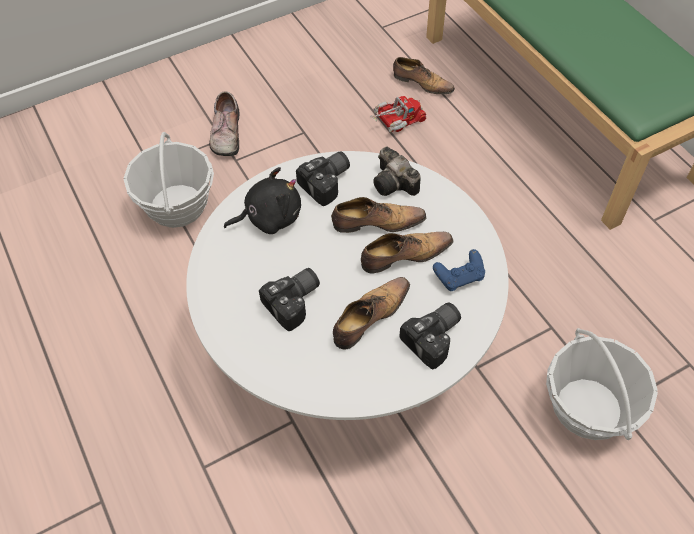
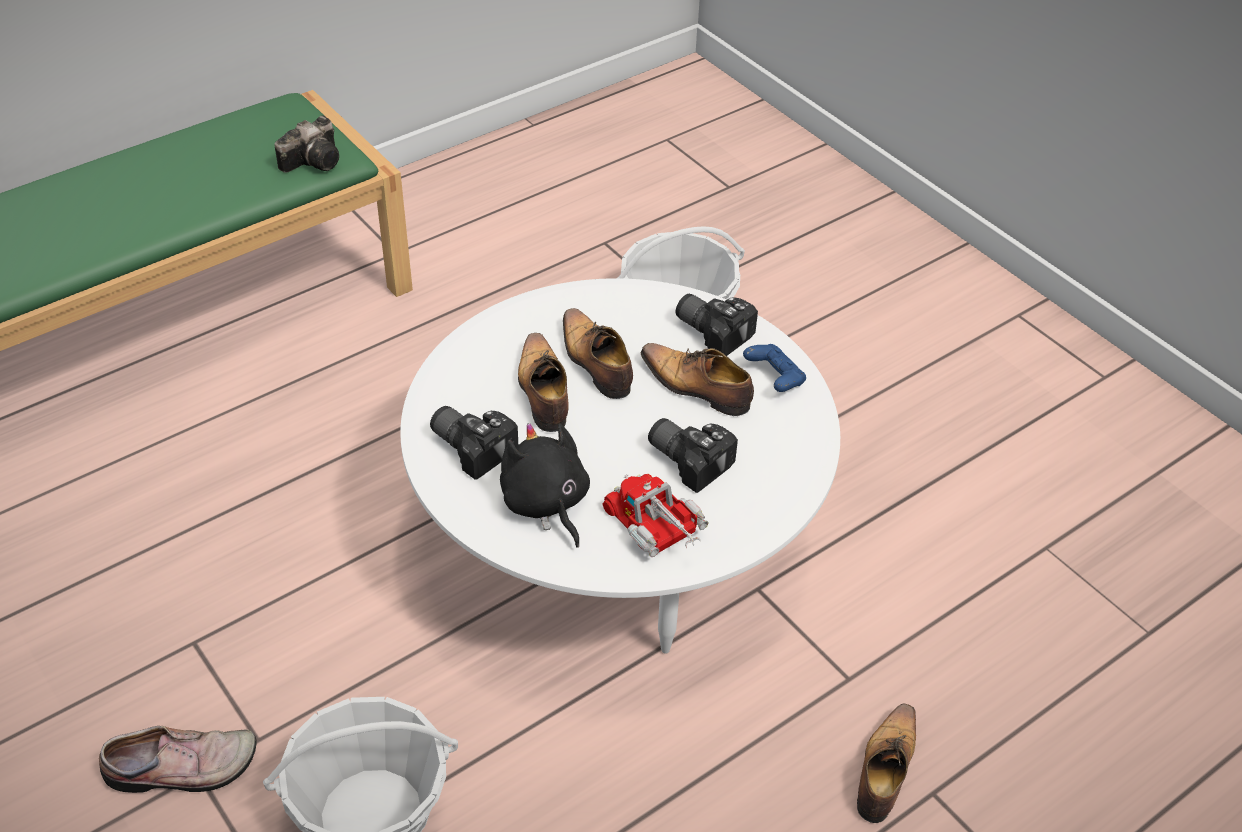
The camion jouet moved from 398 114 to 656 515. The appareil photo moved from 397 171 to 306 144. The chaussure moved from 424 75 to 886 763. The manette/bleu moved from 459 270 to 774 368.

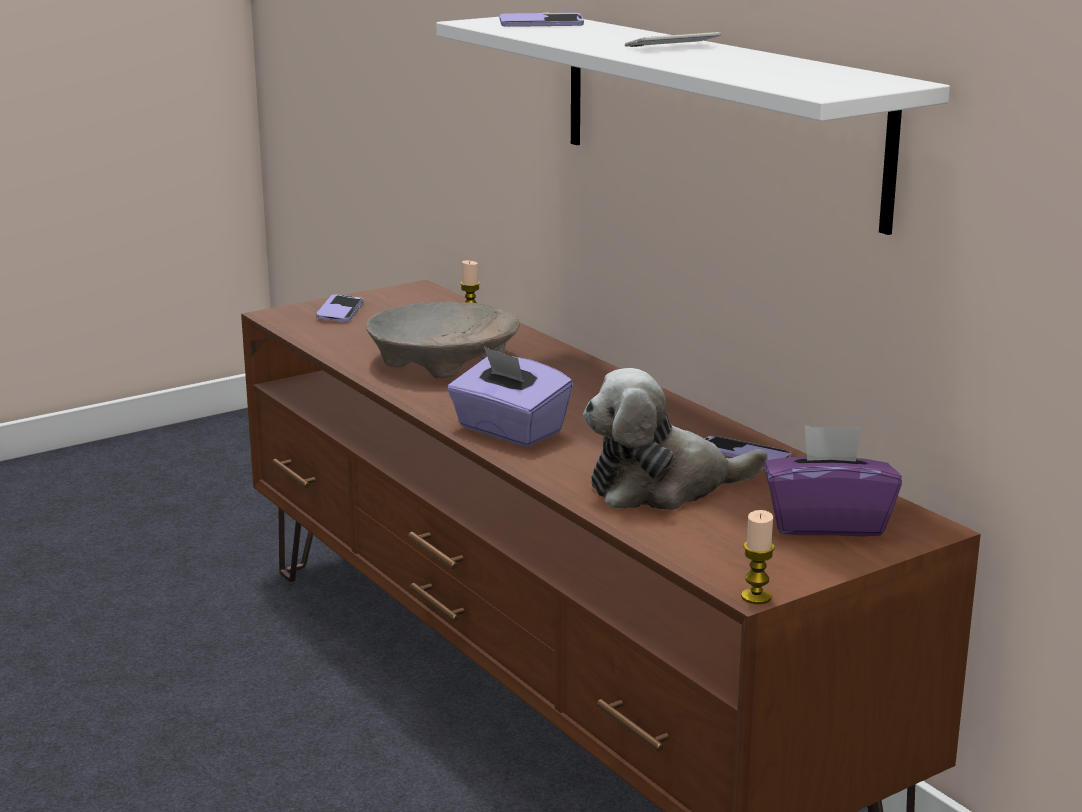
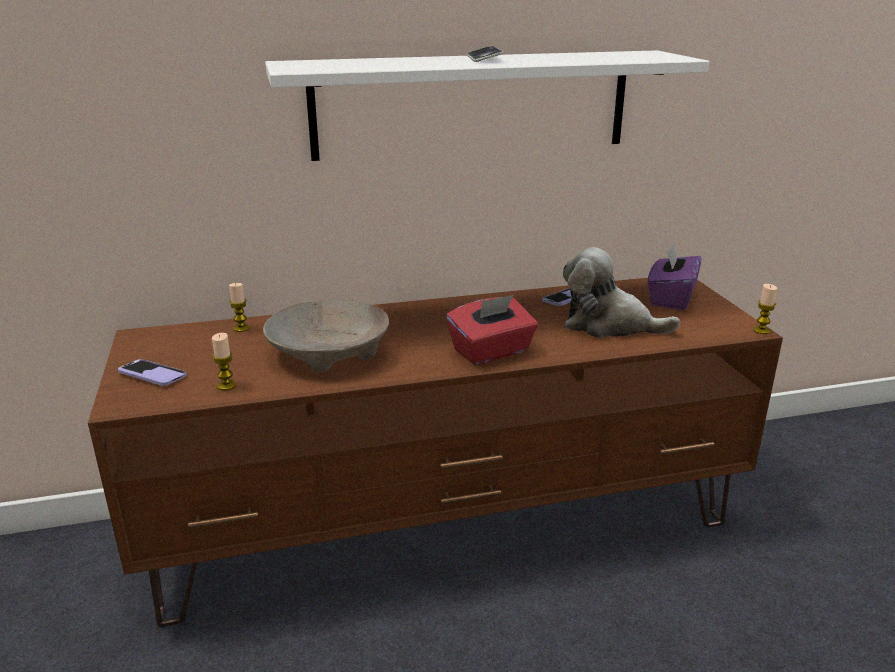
The téléphone at 542 20 disappeared. The bougie at 224 362 appeared. The boîte à mouchoirs/violet at 510 397 became the boîte à mouchoirs/rouge at 492 330. The peluche at 675 439 turned 105 degrees clockwise.

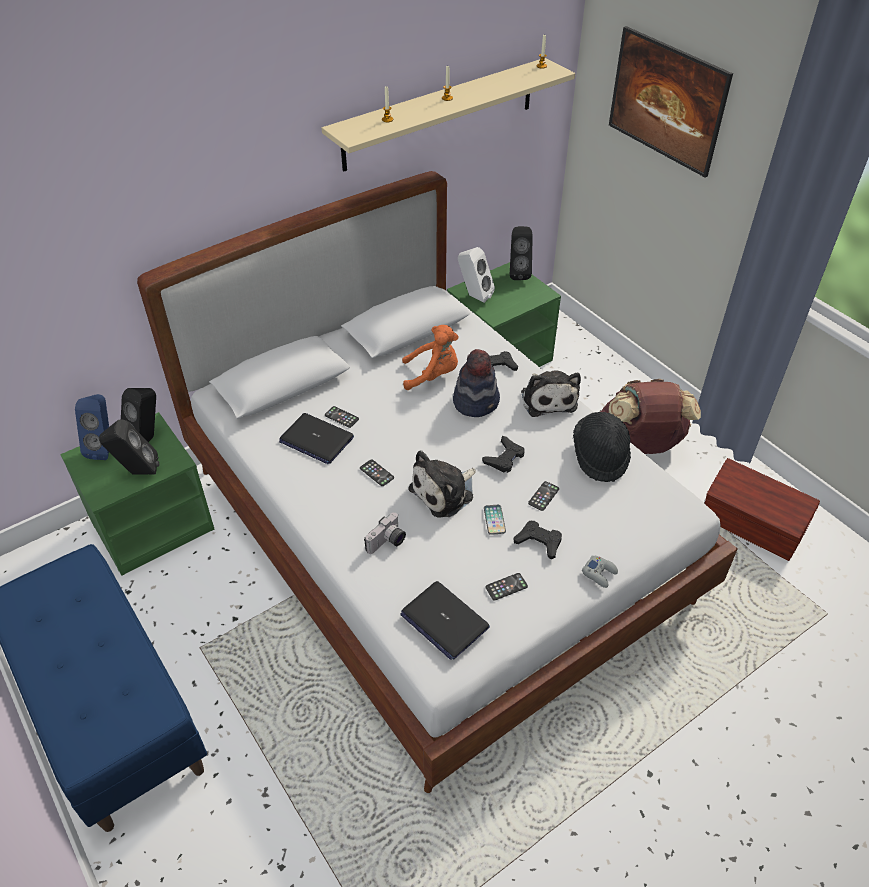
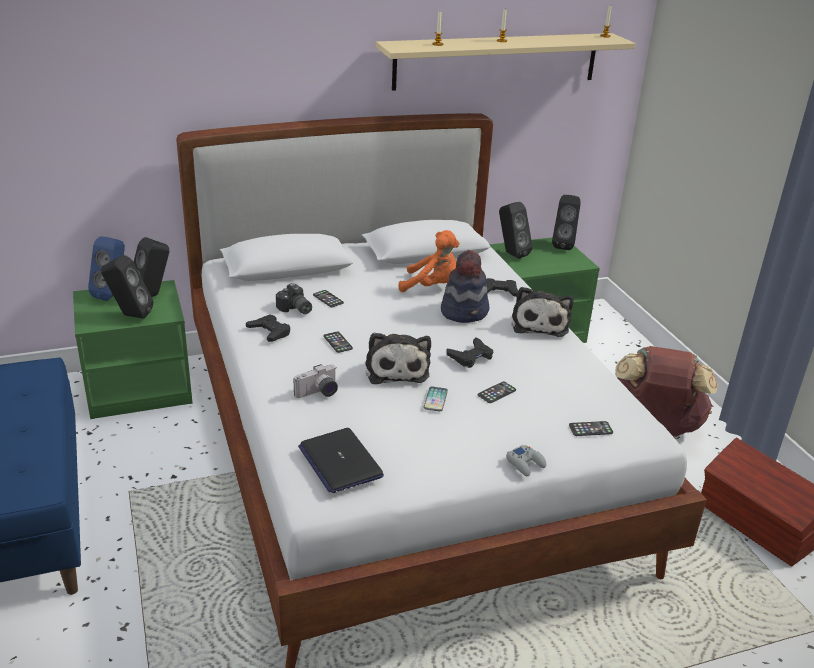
The chapeau/noir at 602 447 disappeared. The tableau at 671 101 disappeared. The téléphone moved from 507 587 to 591 428. The manette/noir moved from 538 540 to 268 328. The ordinateur portable at 316 438 was replaced by the appareil photo at 294 298. The enceinte/blanc at 476 275 became the enceinte/noir at 516 230. The peluche at 442 483 turned 75 degrees counterclockwise.

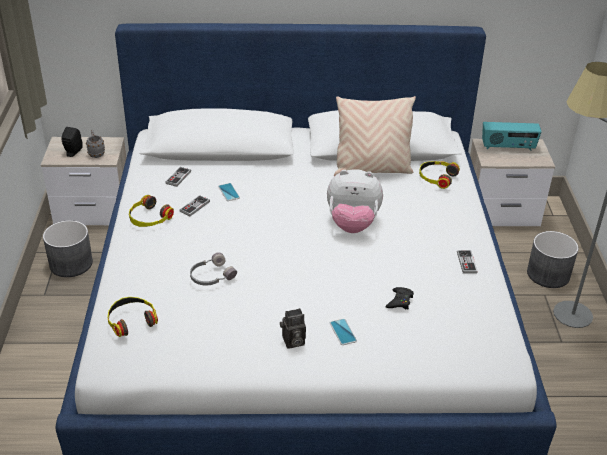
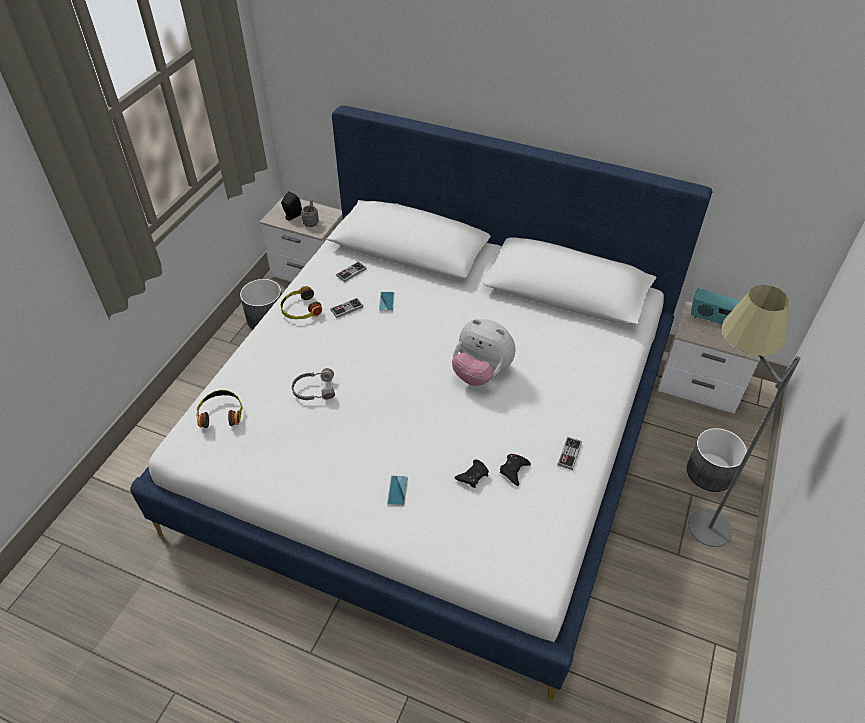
The appareil photo at 293 328 disappeared. The coussin/beige at 375 136 disappeared. The casque audio at 439 175 disappeared. The manette/noir at 515 470 appeared.

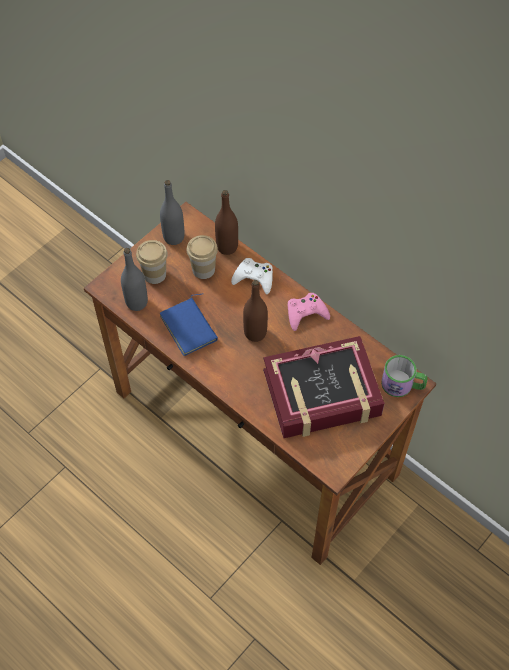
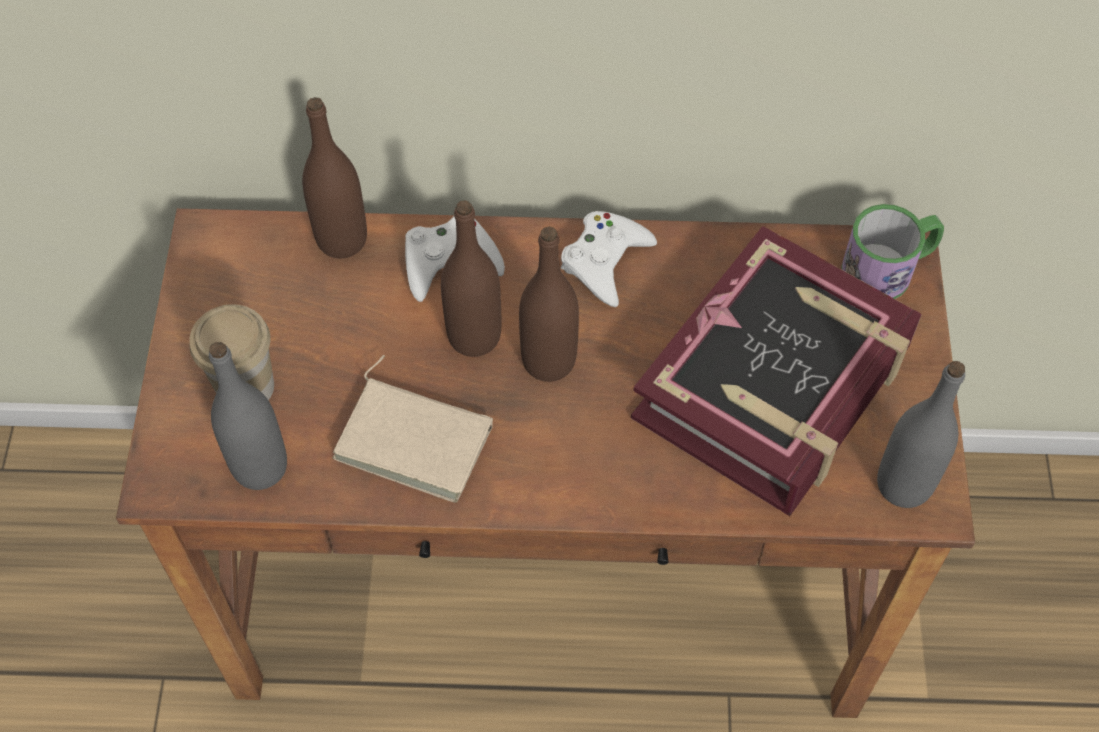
The tasse at 202 257 disappeared. The bouteille/marron at 471 278 appeared. The bouteille/gris moved from 172 212 to 921 434. The livre/bleu at 189 325 became the livre/beige at 413 429. The manette/rose at 309 312 became the manette/blanc at 609 259.

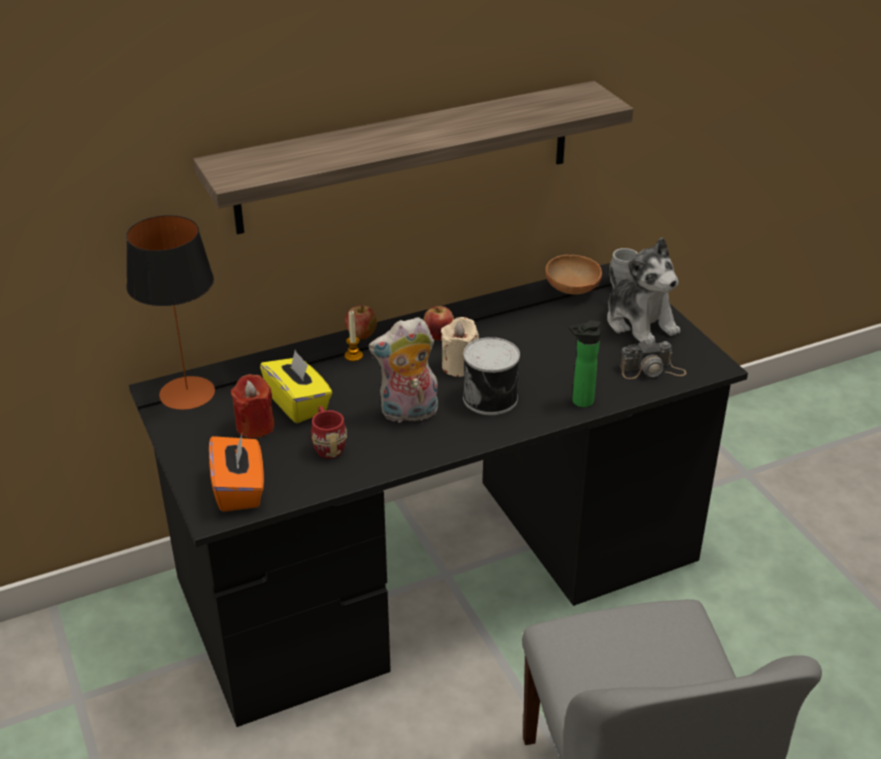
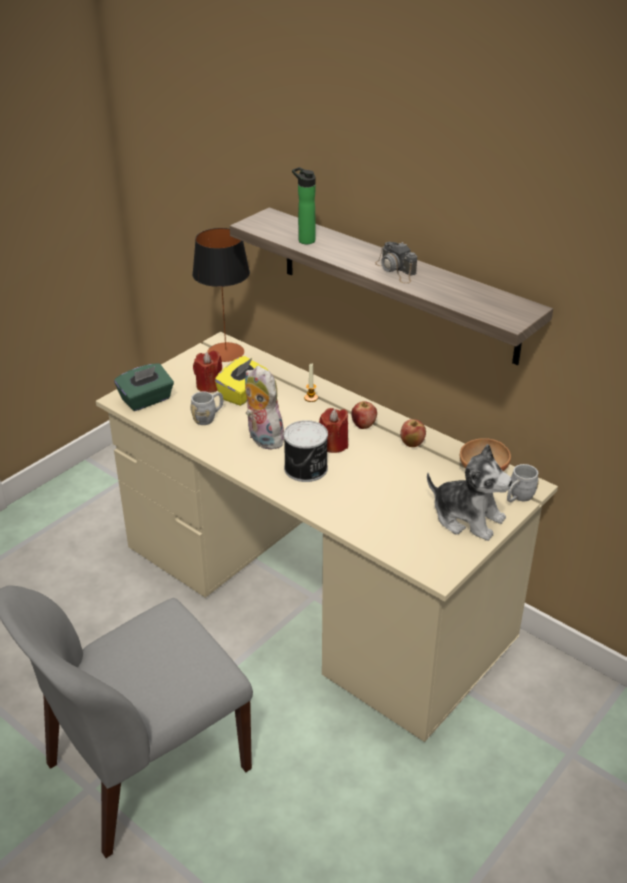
The pomme moved from 361 322 to 413 433. The bouteille moved from 585 364 to 303 205. The appareil photo moved from 653 358 to 396 263. The bureau/noir at 438 495 became the bureau/beige at 327 537. The boîte à mouchoirs/orange at 236 473 became the boîte à mouchoirs/vert at 144 387. The mug/rouge at 329 432 became the mug/gris at 206 408. The bougie/beige at 460 347 became the bougie/rouge at 333 430. The peluche at 643 289 turned 90 degrees counterclockwise.

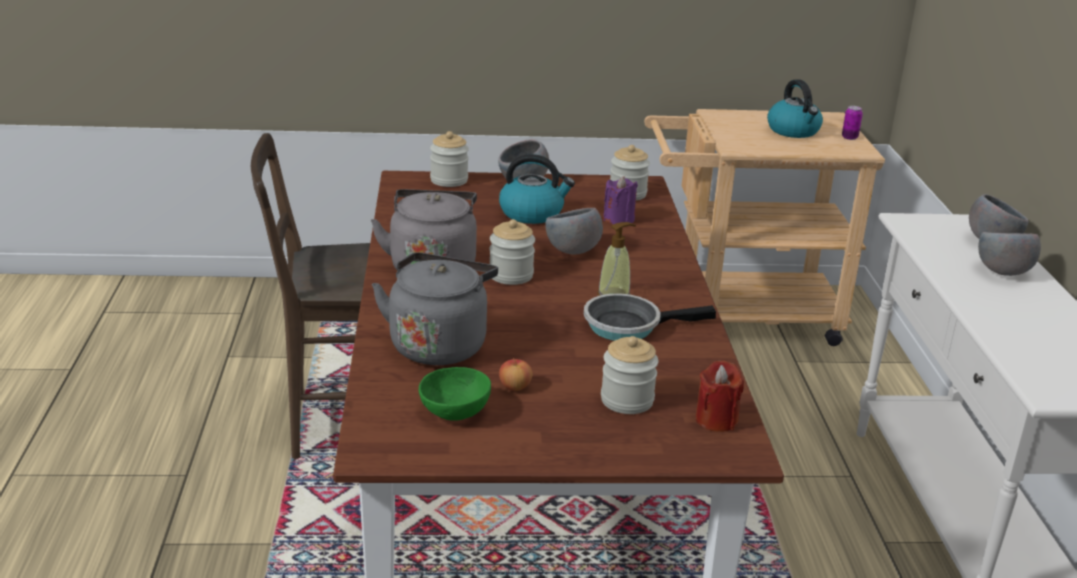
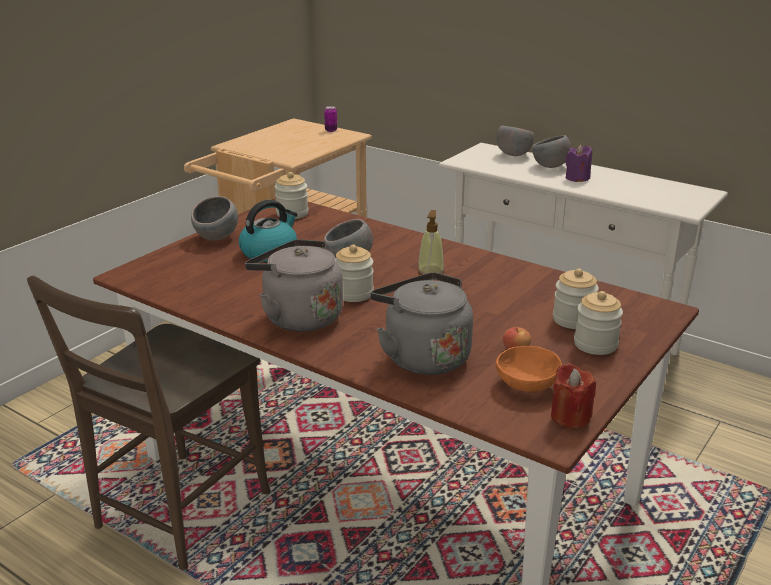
The poêle at 650 317 disappeared. The bouilloire at 795 108 disappeared. The bocal moved from 449 159 to 598 323. The bougie/violet moved from 620 200 to 578 163. The bougie/rouge moved from 719 396 to 573 396. The bol/vert at 455 394 became the bol/orange at 529 369.

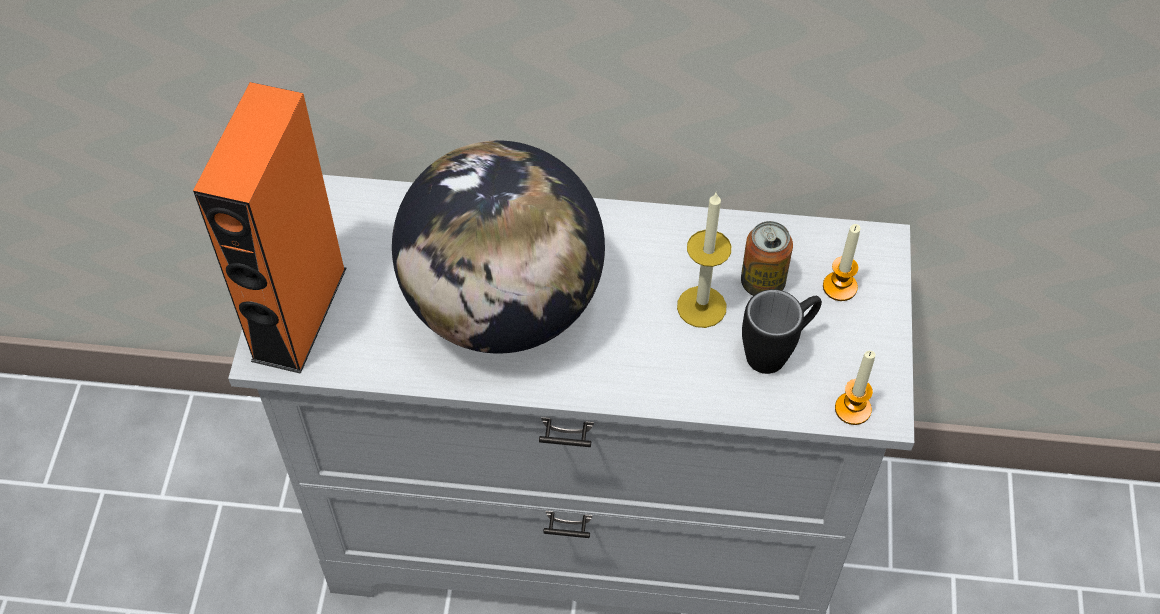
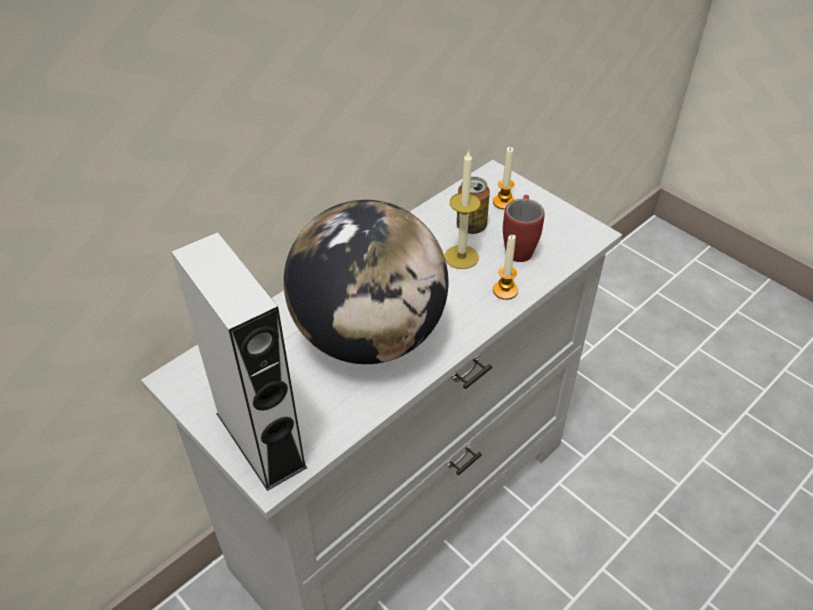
The bougie moved from 855 388 to 505 267. The enceinte/orange at 269 228 became the enceinte/gris at 239 361. The mug/noir at 782 331 became the mug/rouge at 524 228.

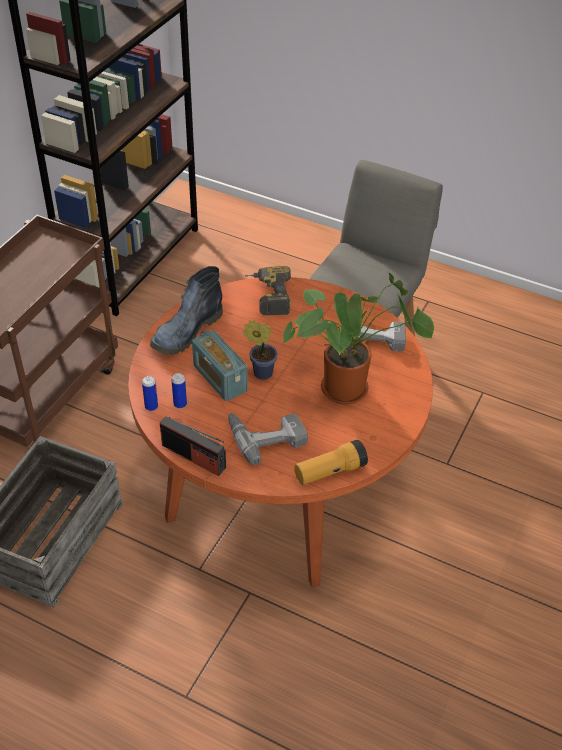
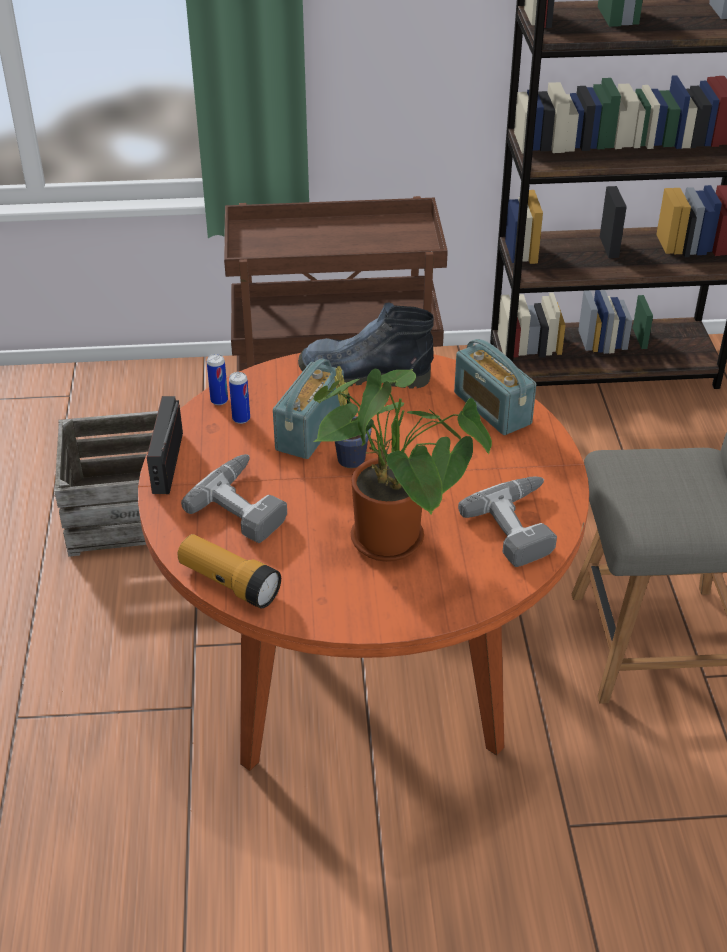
The perceuse at 268 290 was replaced by the radio at 495 387.

